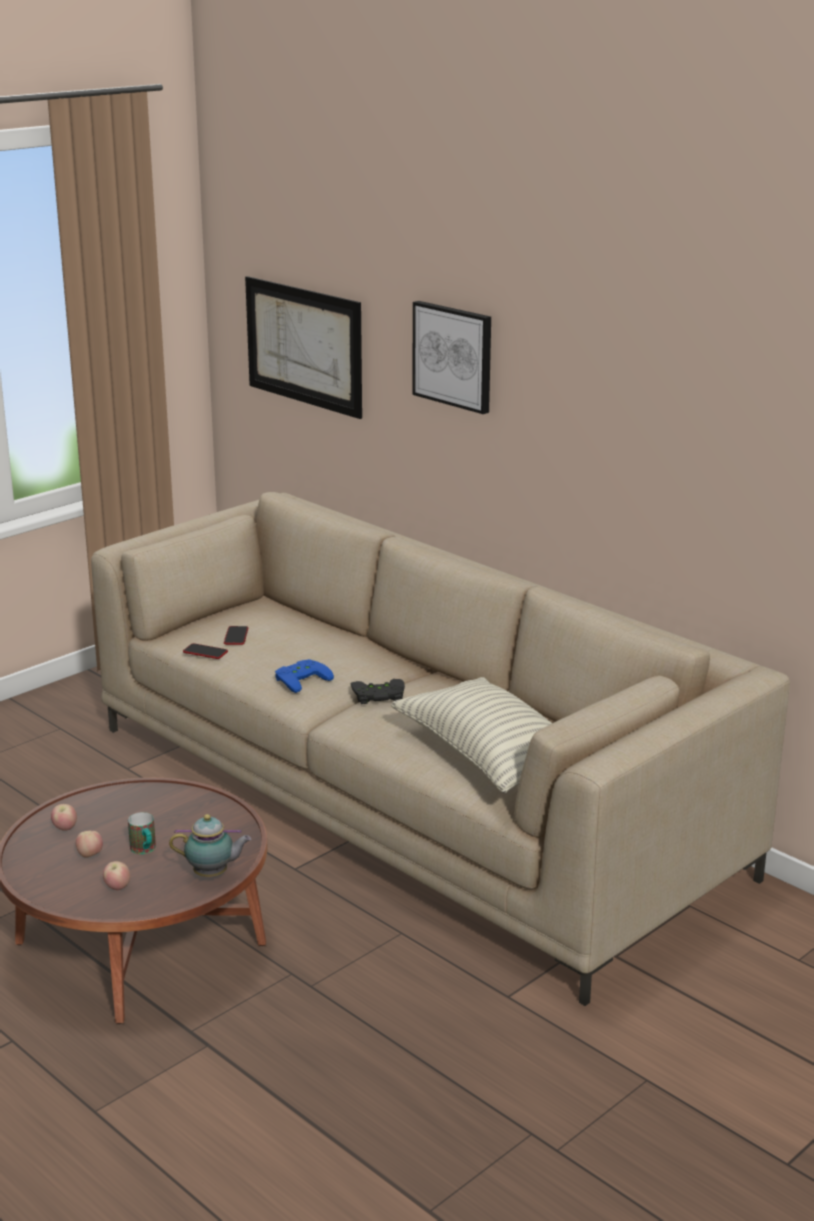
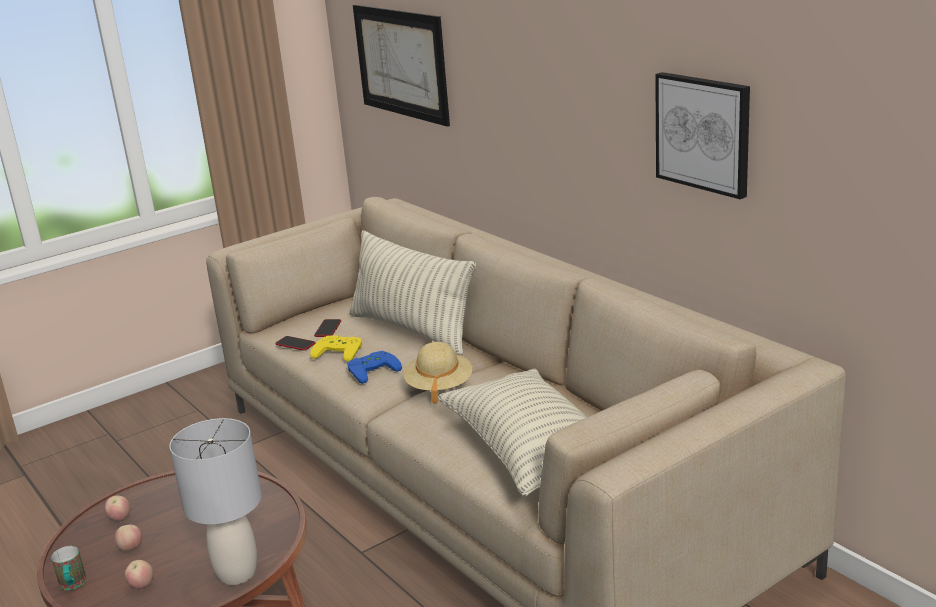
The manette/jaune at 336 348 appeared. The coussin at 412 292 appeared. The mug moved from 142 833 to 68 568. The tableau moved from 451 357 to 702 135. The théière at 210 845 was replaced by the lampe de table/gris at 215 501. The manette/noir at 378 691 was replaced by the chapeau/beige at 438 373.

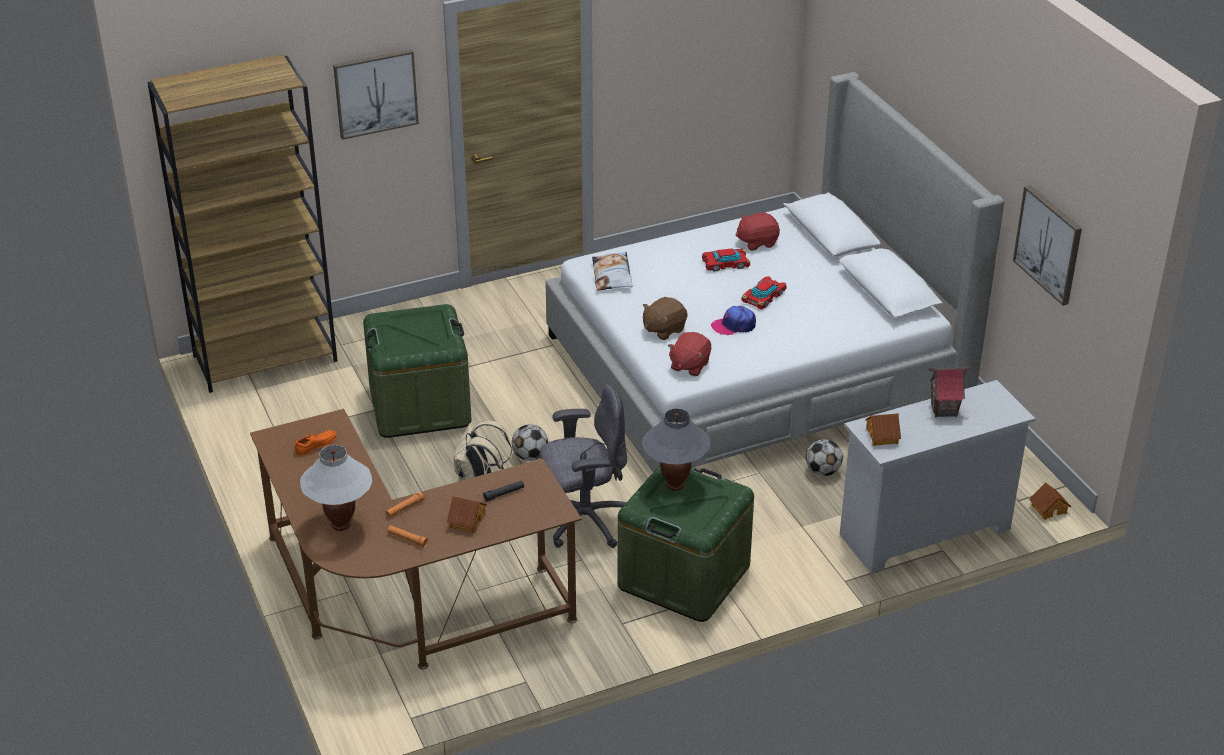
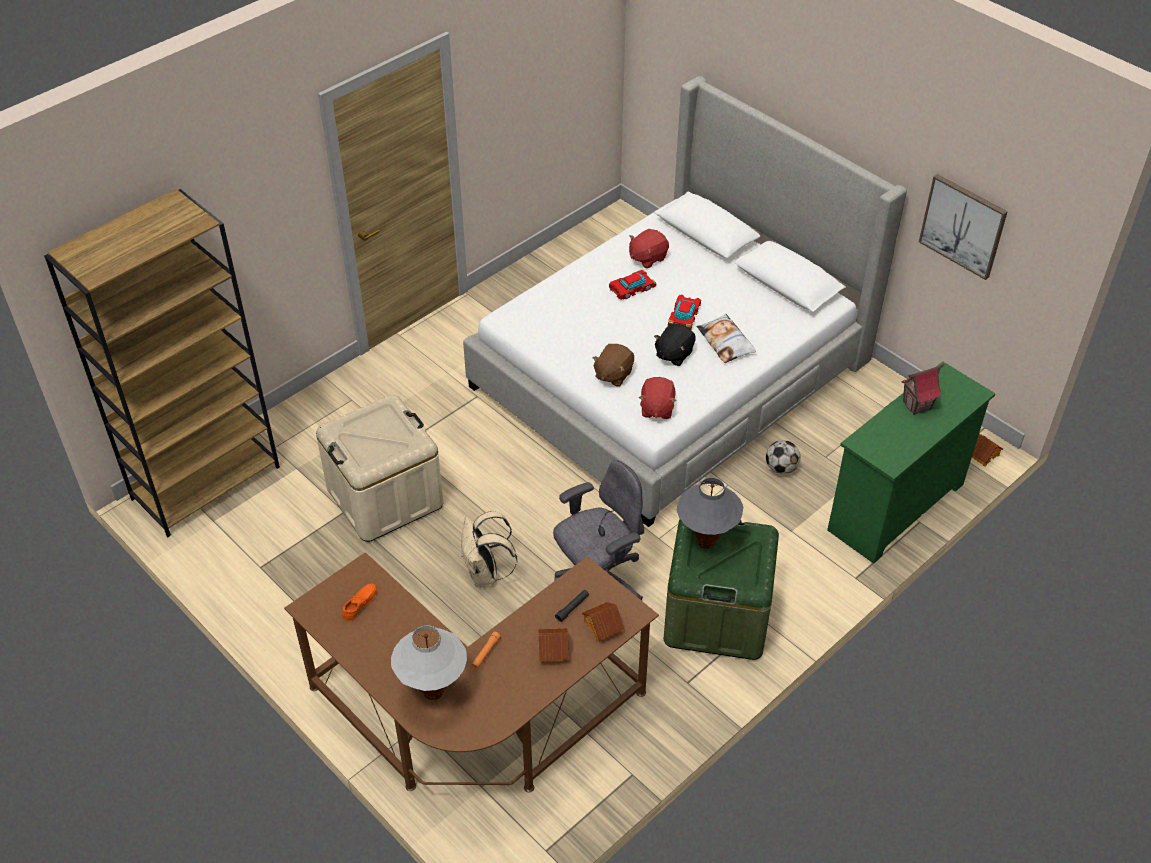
The tableau at 376 94 disappeared. The lampe de poche/orange at 407 536 disappeared. The ballon de foot at 530 442 disappeared. The coussin moved from 612 271 to 726 338. The maison miniature moved from 883 429 to 603 622. The casquette at 733 320 was replaced by the peluche/noir at 675 345. The boîte de rangement/vert at 417 371 became the boîte de rangement/beige at 379 468. The commode/blanc at 937 477 became the commode/vert at 911 462.

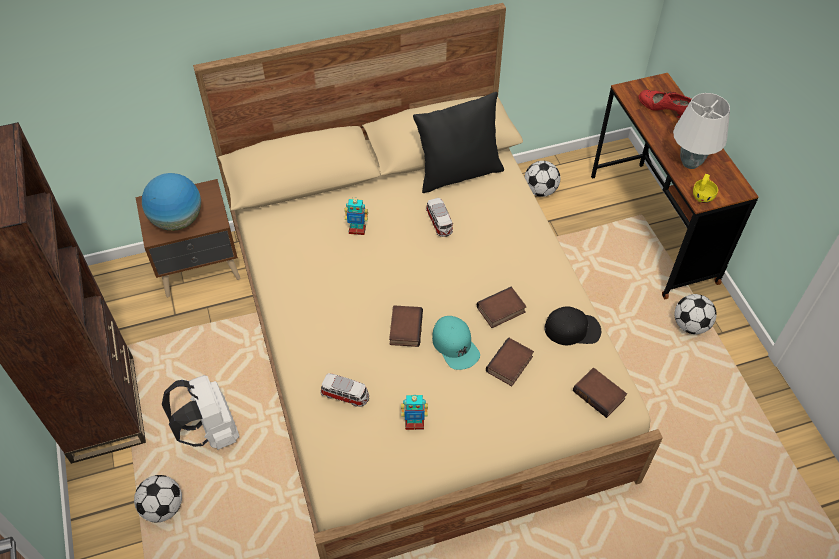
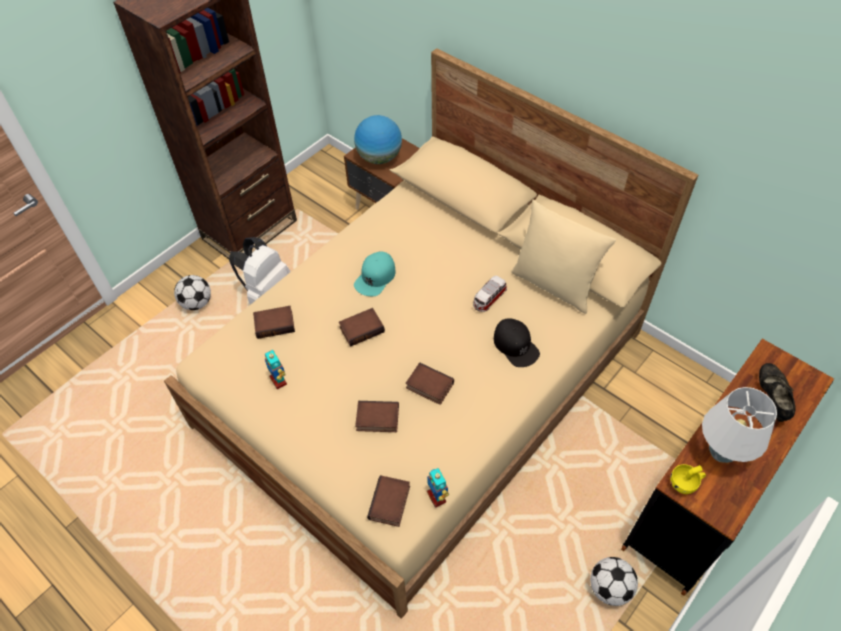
The ballon de foot at 542 179 disappeared. The robot jouet moved from 356 217 to 438 488. The casquette/turquoise moved from 456 343 to 374 273. The casquette/noir moved from 572 326 to 517 342. The petite voiture at 344 390 was replaced by the livre at 274 322. The coussin/noir at 458 142 became the coussin/beige at 563 256. The chaussure/rouge at 665 104 became the chaussure/noir at 777 392.

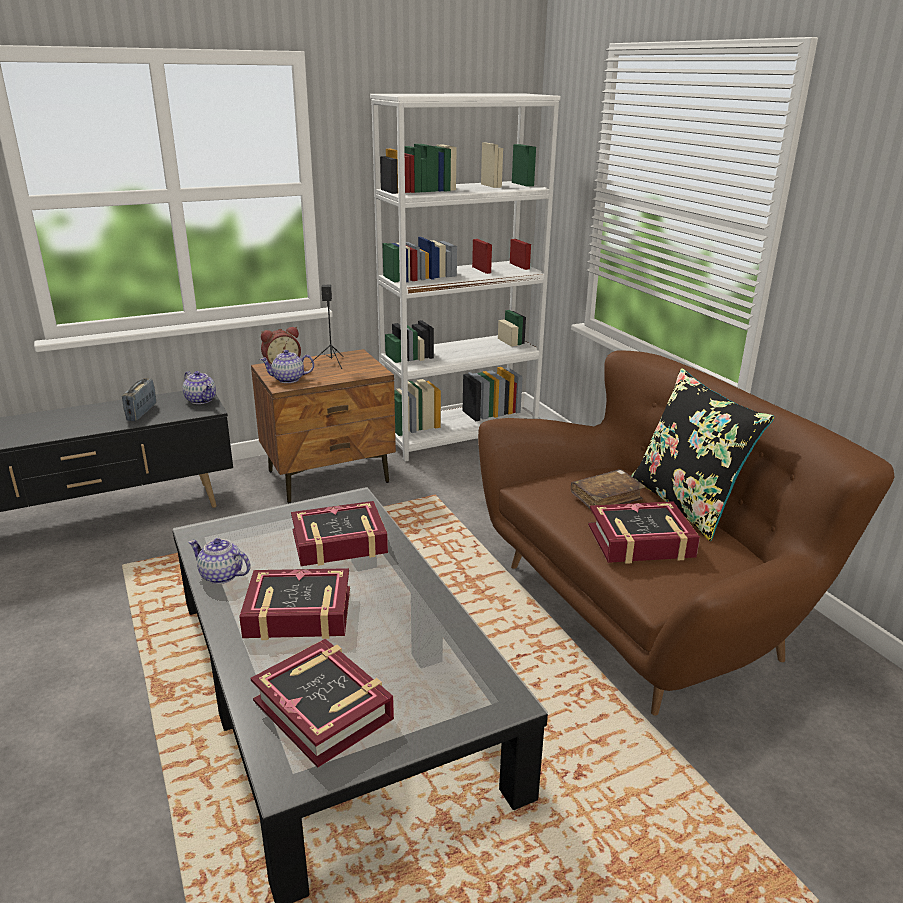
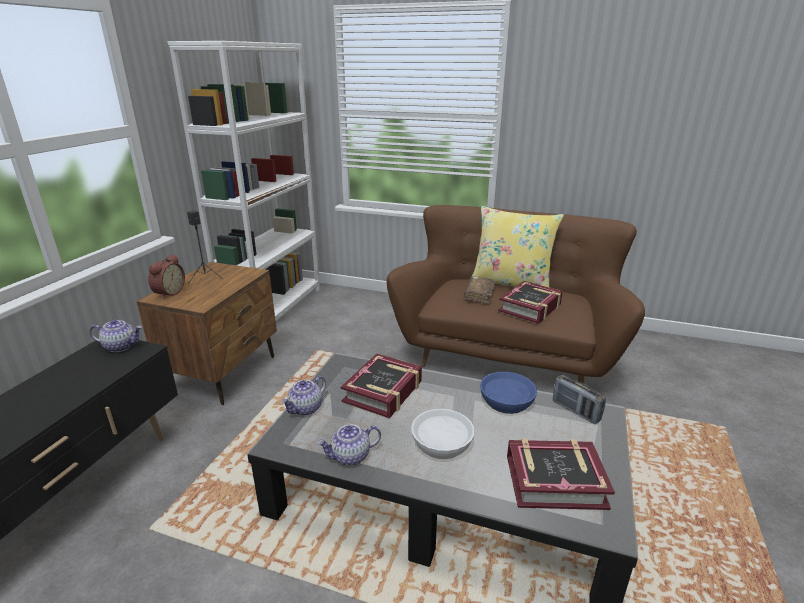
The bol/bleu at 508 393 appeared. The radio moved from 139 399 to 579 399. The théière moved from 287 366 to 303 396. The livre at 294 604 was replaced by the bol/blanc at 442 434. The coussin/noir at 703 454 became the coussin/jaune at 518 246.

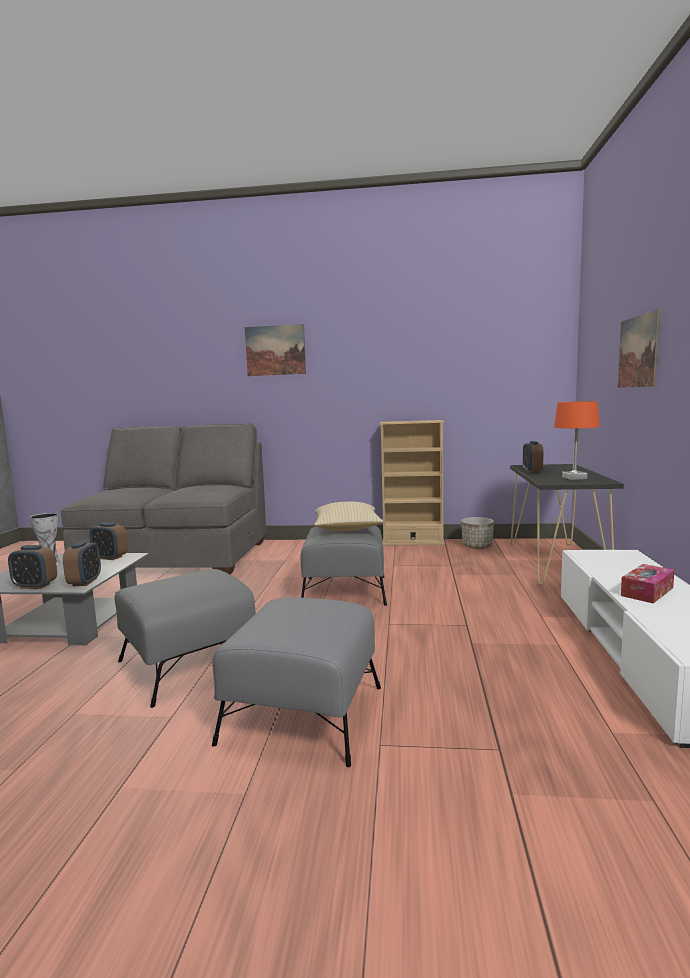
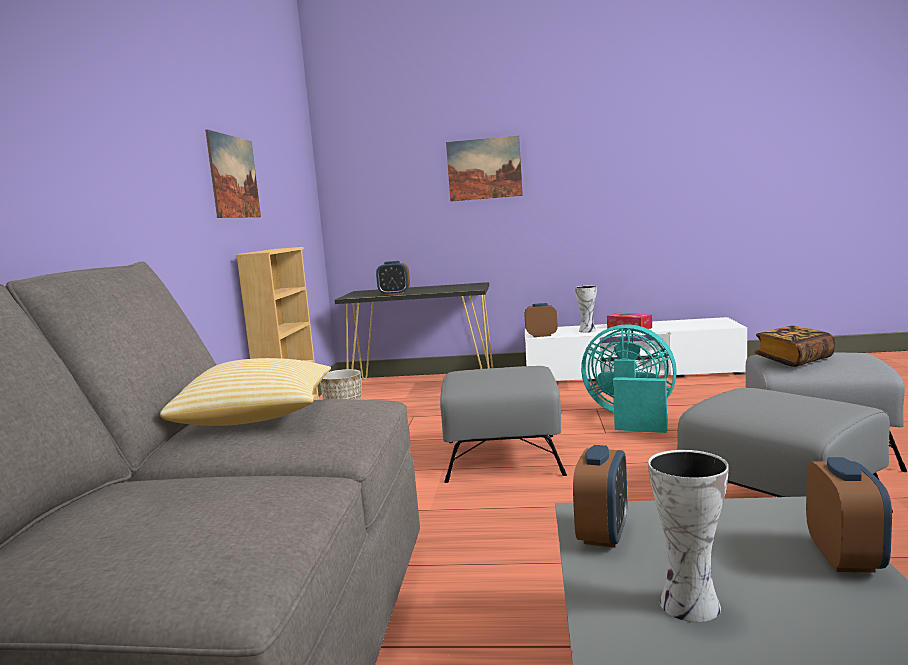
The lampe de table/orange at 577 440 disappeared. The vase at 586 309 appeared. The ventilateur/turquoise at 629 378 appeared. The livre at 795 346 appeared. The réveil moved from 82 563 to 541 320. The tableau moved from 275 350 to 233 174. The coussin moved from 349 516 to 245 392.

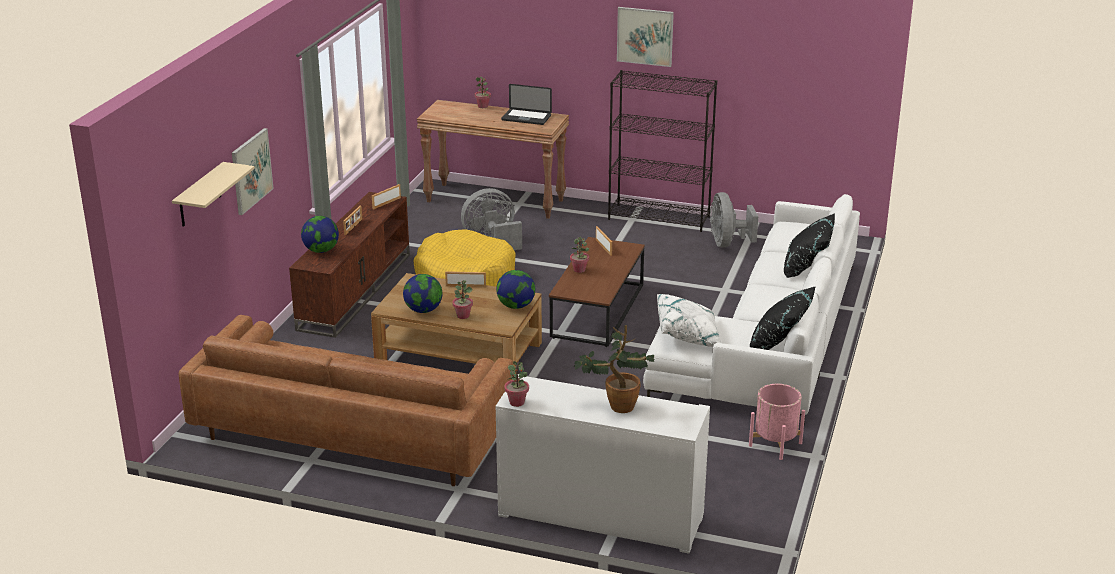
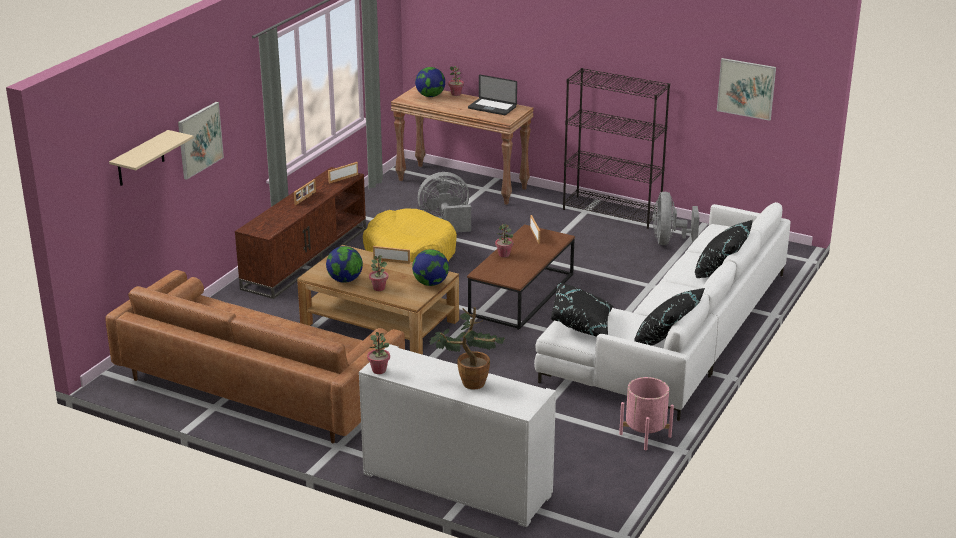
The globe moved from 320 234 to 430 82. The tableau moved from 645 37 to 746 89. The coussin/blanc at 689 320 became the coussin/noir at 582 310.

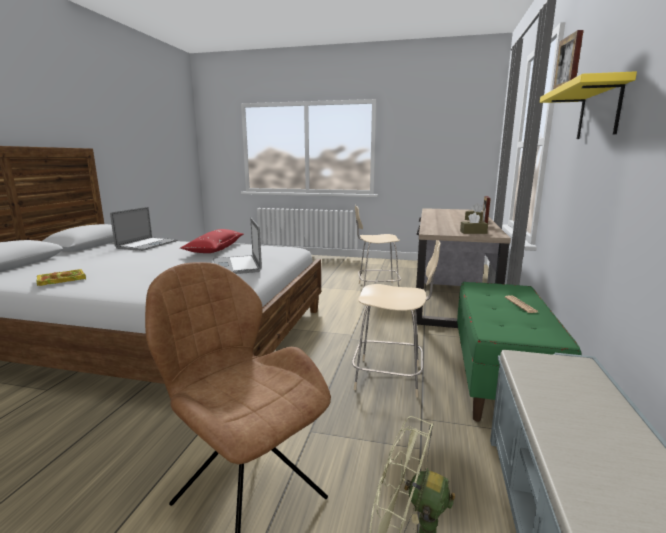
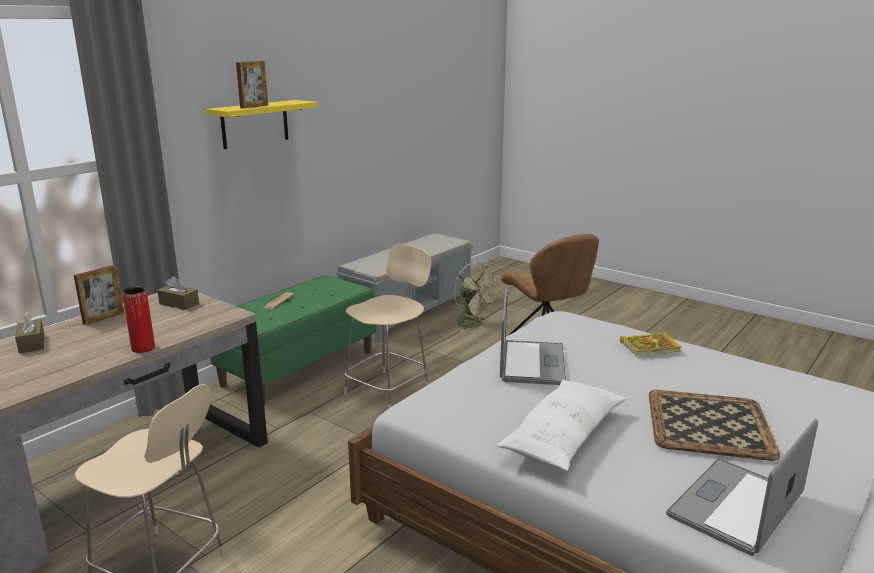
The vase/rouge at 138 320 appeared. The plateau at 714 425 appeared. The livre moved from 61 277 to 651 344. The coussin/rouge at 211 241 became the coussin/blanc at 561 425. The chaise/beige at 396 319 turned 90 degrees clockwise.

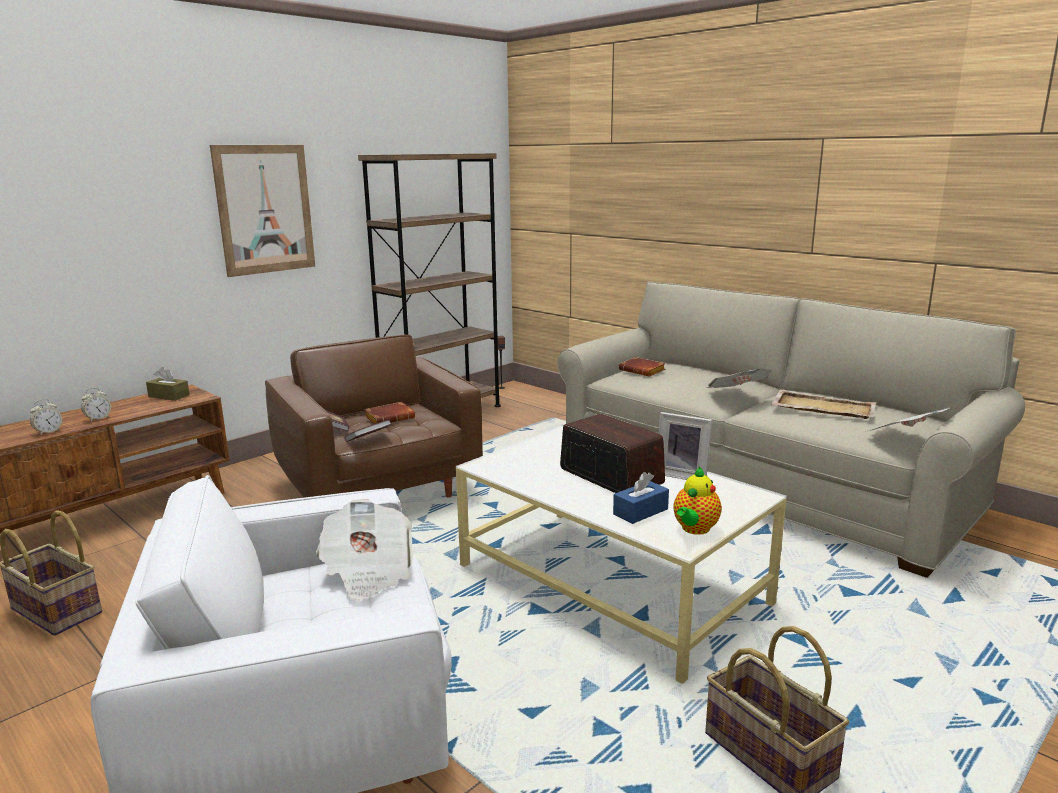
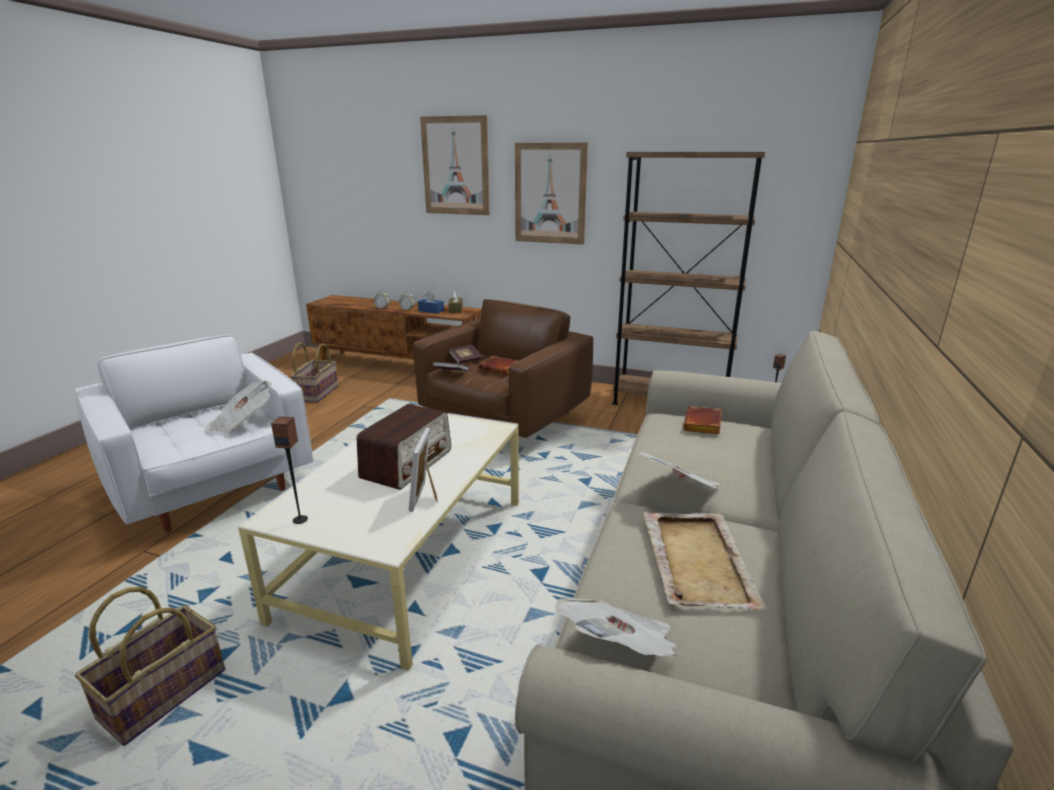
The tableau at 455 165 appeared. The boîte à mouchoirs/bleu moved from 641 498 to 431 303. The théière at 697 501 was replaced by the enceinte at 289 470.

